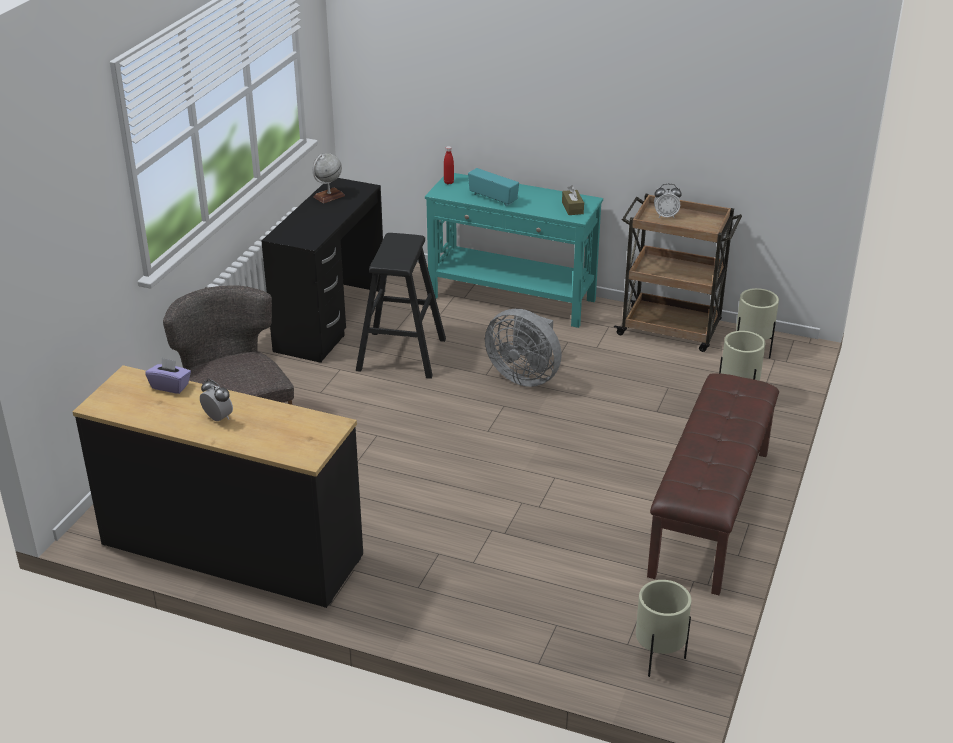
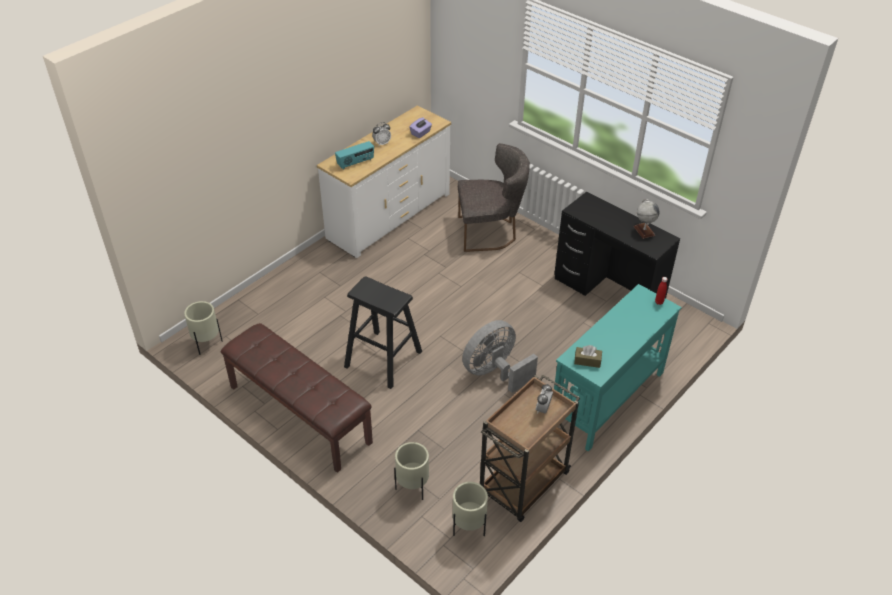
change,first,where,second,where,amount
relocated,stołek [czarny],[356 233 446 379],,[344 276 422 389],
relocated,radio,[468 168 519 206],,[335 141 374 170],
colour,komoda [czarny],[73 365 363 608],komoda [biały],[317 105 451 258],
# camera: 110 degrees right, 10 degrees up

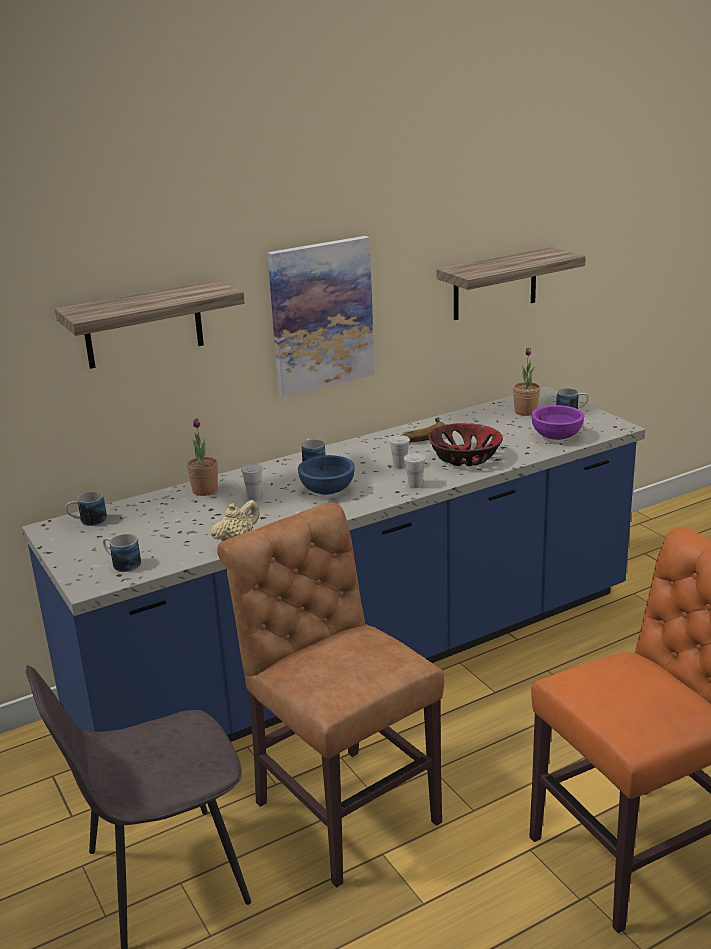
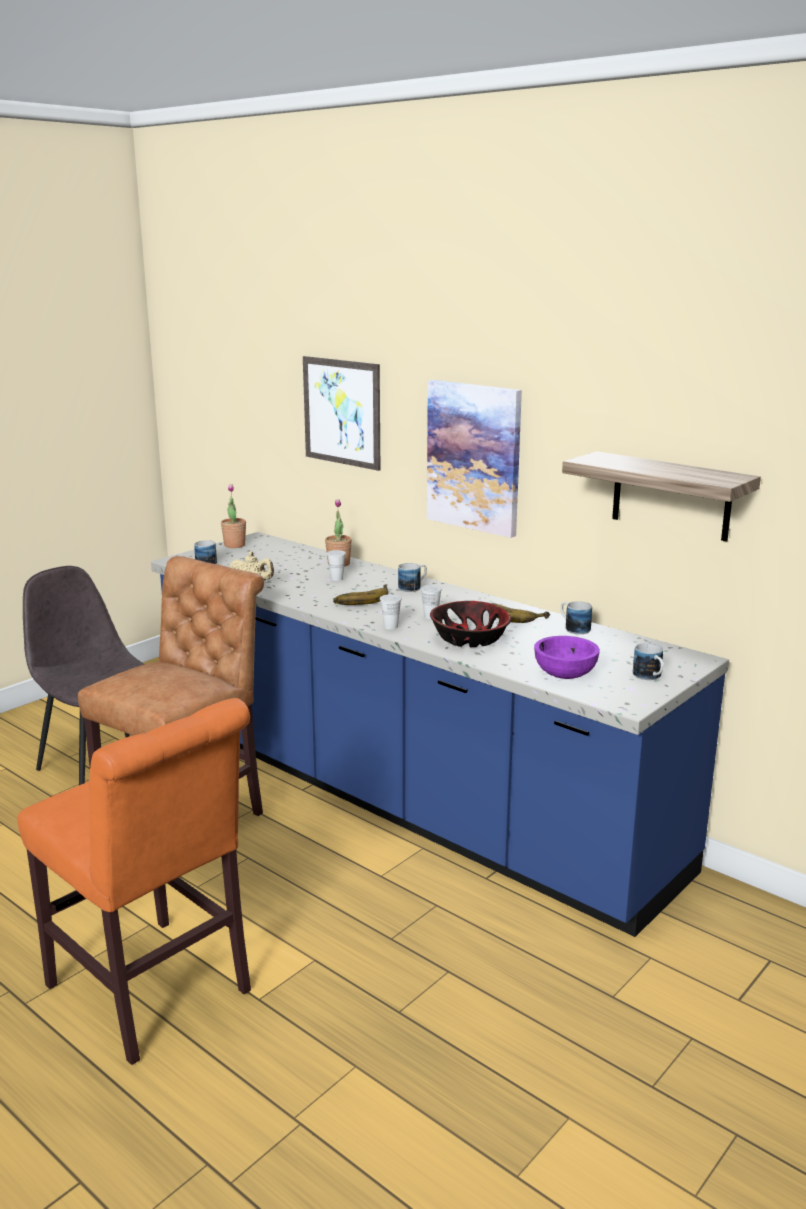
change,first,where,second,where,amount
relocated,kubek,[66 491 107 526],,[561 601 592 634],
relocated,roślina doniczkowa,[513 348 540 416],,[221 484 246 548],
exchanged,półka,[55 280 245 369],obraz,[303 356 380 471],
exchanged,miska [niebieski],[298 455 355 495],banan,[333 584 388 605],
# camera: 70 degrees right, 5 degrees down

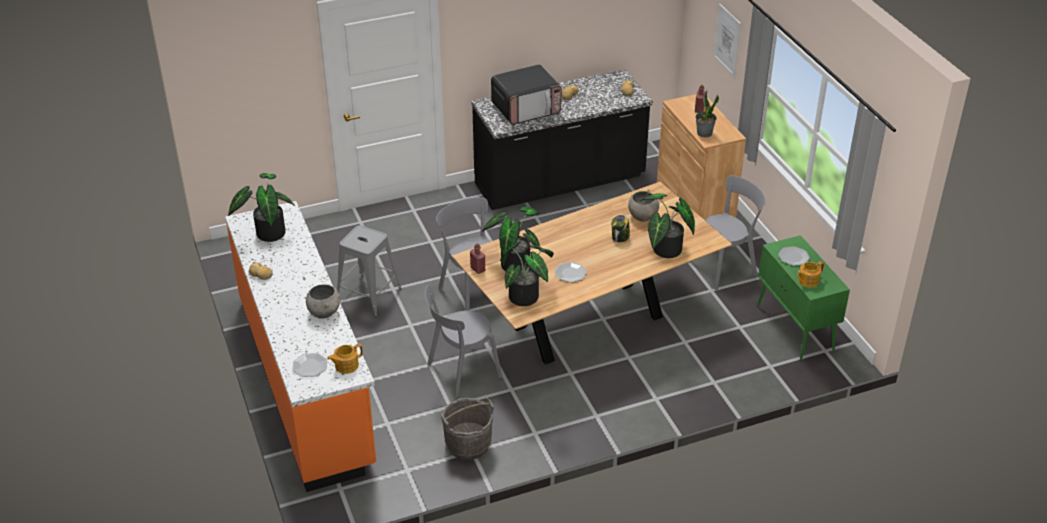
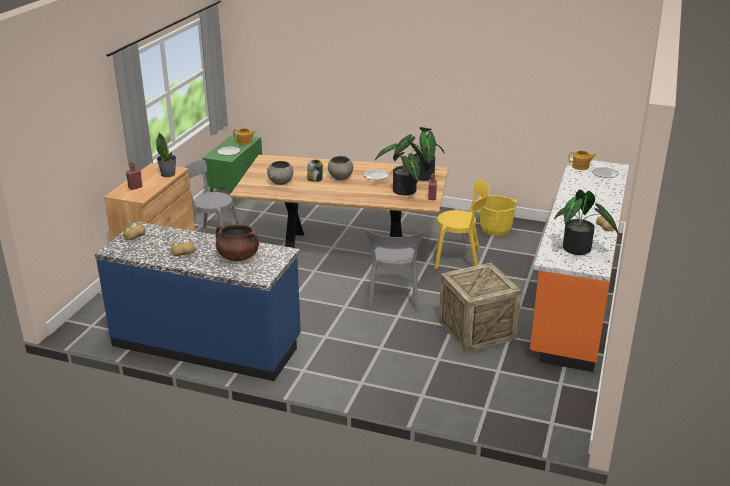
change,first,where,second,where,amount
missing,roślina doniczkowa,[639 194 695 258],,,
missing,obraz,[713 4 741 77],,,
relocated,miska [szary],[306 284 341 319],,[328 156 353 181],
exchanged,stołek [szary],[337 225 402 316],skrzynka,[438 262 521 352],
exchanged,mikrofalówka,[491 65 562 125],garnek [brązowy],[216 224 259 261],
colour,krzesło [szary],[425 285 502 398],krzesło [żółty],[435 179 490 269],
colour,wiadro [szary],[441 398 494 460],wiadro [żółty],[479 195 517 236],
colour,zabudowa kuchenna [czarny],[471 69 653 210],zabudowa kuchenna [niebieski],[95 221 301 381],
# camera: 140 degrees left, 10 degrees down

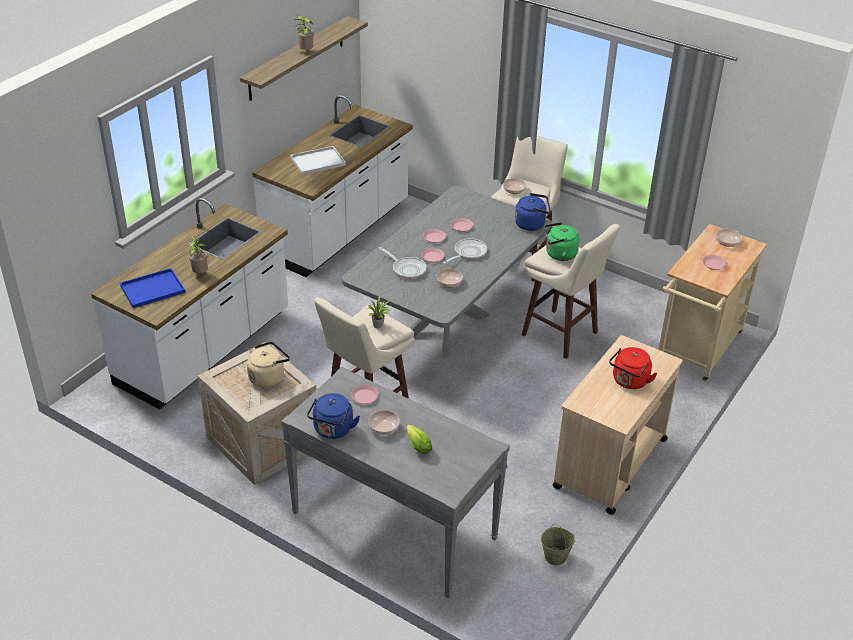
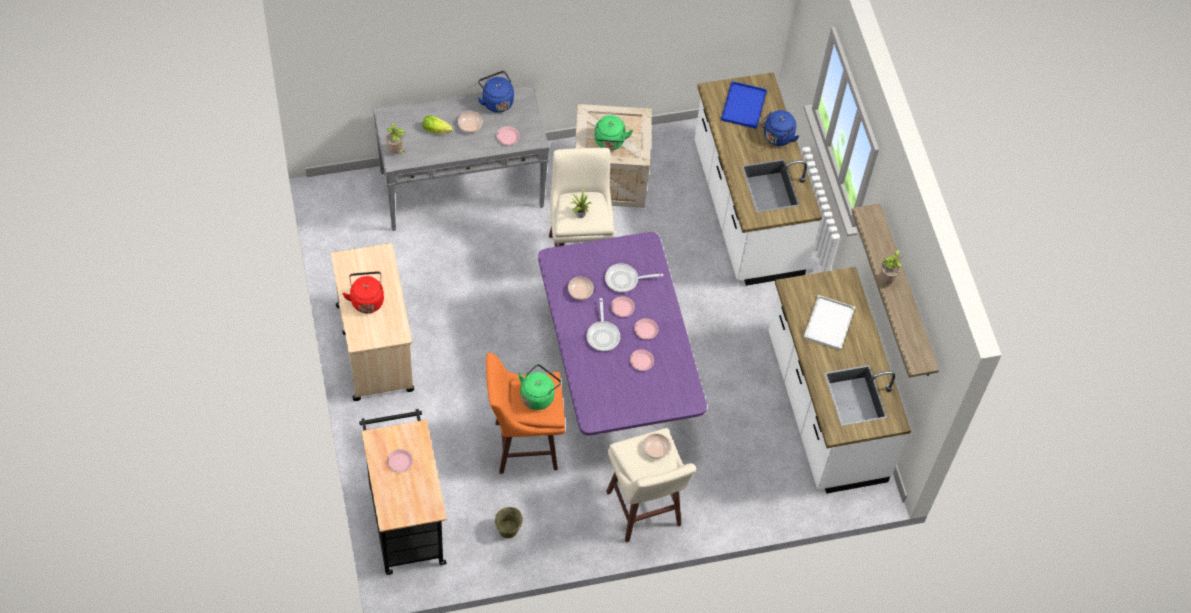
change,first,where,second,where,amount
missing,miska,[716 229 742 247],,,
relocated,roślina doniczkowa,[188 235 208 274],,[386 123 405 153],
relocated,czajnik [niebieski],[515 193 551 231],,[760 110 799 146],
relocated,wiadro [beżowy],[541 524 575 565],,[495 507 523 538],
colour,czajnik [beżowy],[247 341 290 388],czajnik [zielony],[595 115 633 150],
colour,stół jadalny [szary],[342 186 552 358],stół jadalny [fioletowy],[538 232 707 435],
colour,stołek [beżowy],[522 224 620 359],stołek [pomarańczowy],[486 353 565 474],
colour,wózek [beżowy],[658 224 767 382],wózek [czarny],[359 409 447 575],
# camera: 130 degrees right, 20 degrees up

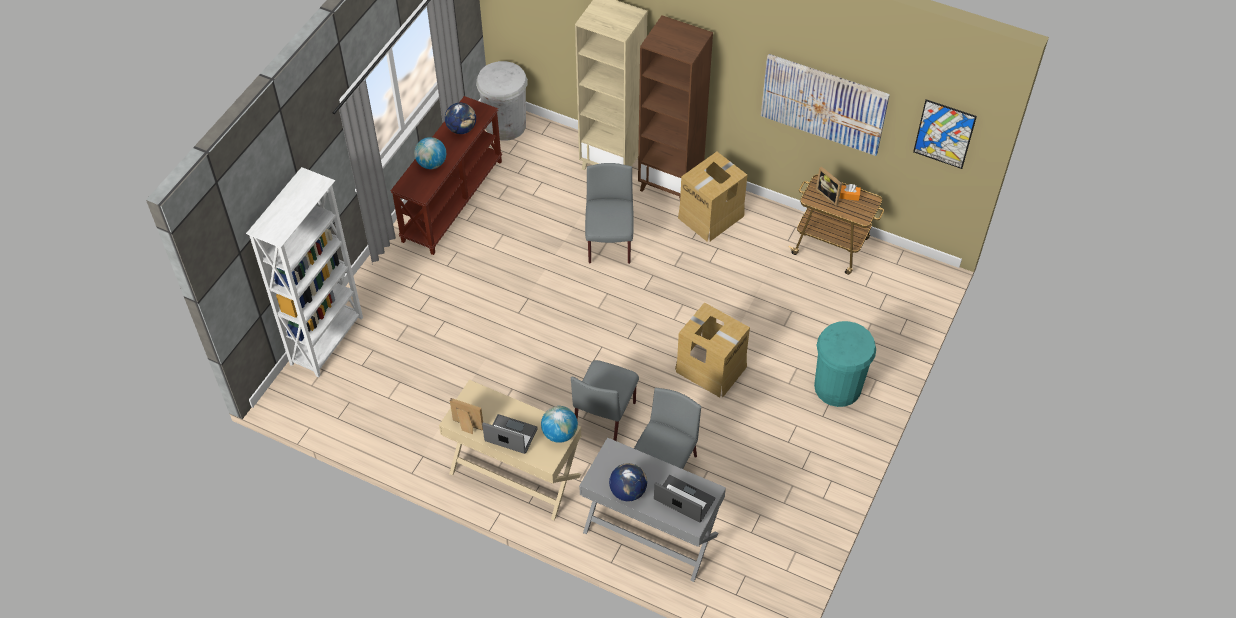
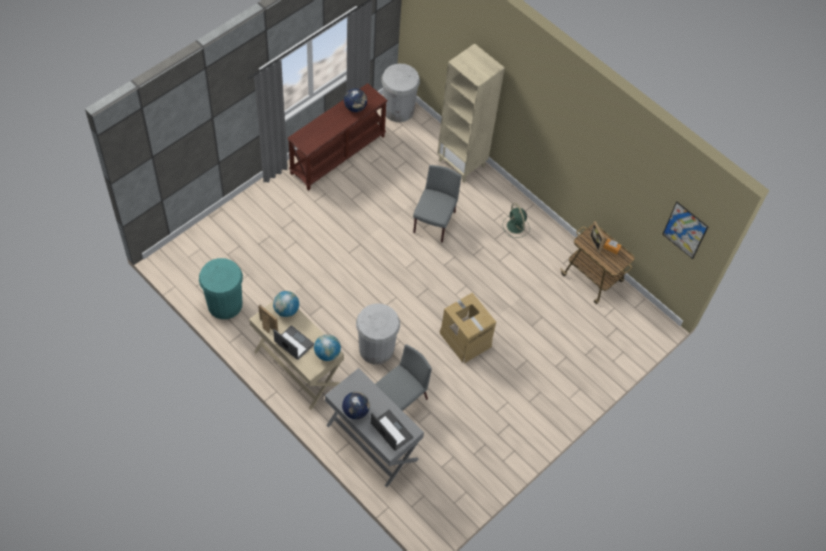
change,first,where,second,where,amount
missing,regał [biały],[246 167 363 377],,,
missing,regał [brązowy],[638 15 713 198],,,
missing,obraz,[761 54 890 156],,,
relocated,globus,[414 137 446 169],,[273 291 299 317],
relocated,kosz na śmieci [turkusowy],[814 321 876 407],,[199 258 243 319],
exchanged,krzesło [szary],[571 360 639 441],kosz na śmieci [biały],[356 303 400 365],
exchanged,karton,[678 152 747 242],wentylator [zielony],[503 203 530 238],
# camera: 15 degrees right, 5 degrees up

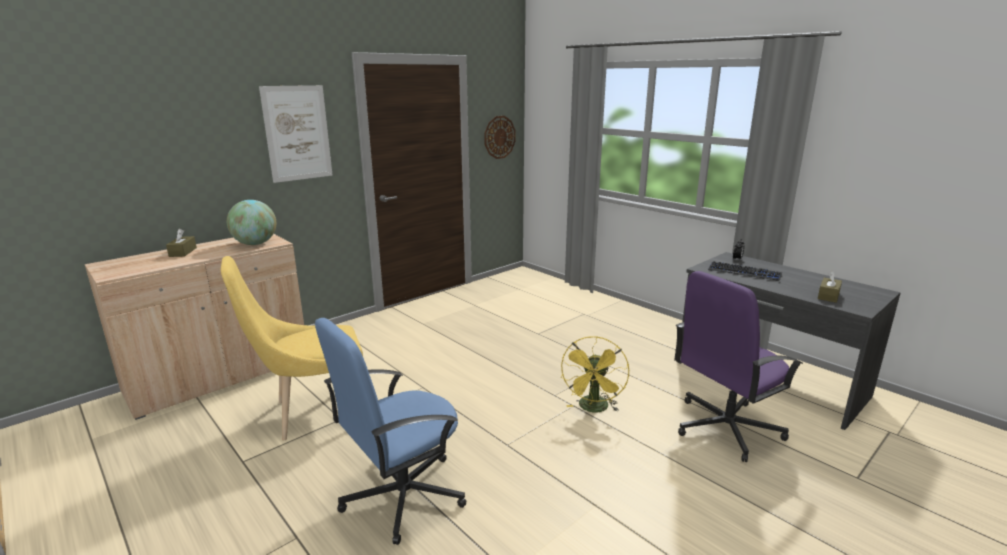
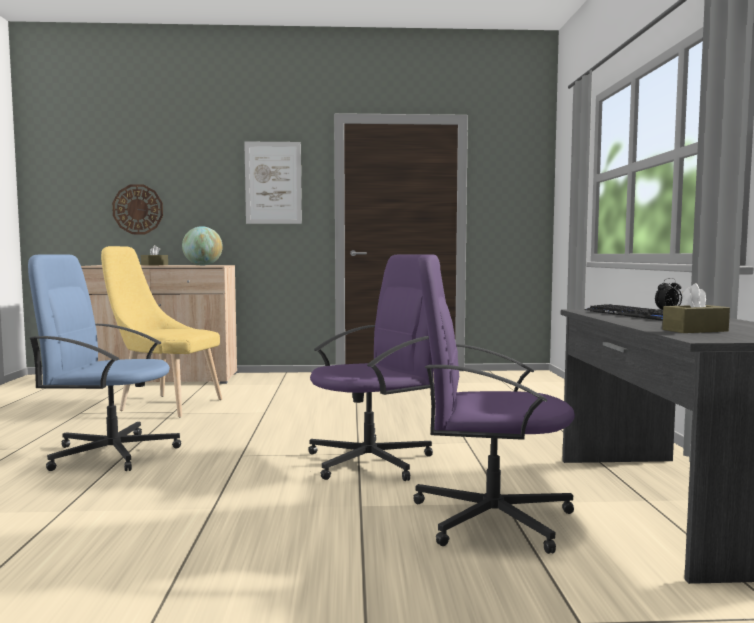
change,first,where,second,where,amount
relocated,zegar ścienny,[484 116 516 159],,[112 184 163 234],
exchanged,wentylator [żółty],[560 336 629 412],krzesło biurowe [fioletowy],[309 255 440 481],
# camera: 40 degrees right, 15 degrees down

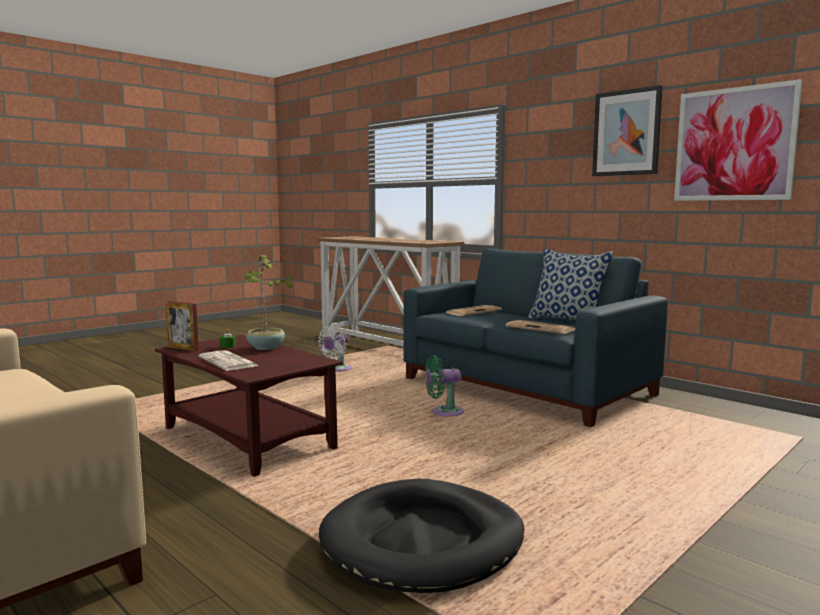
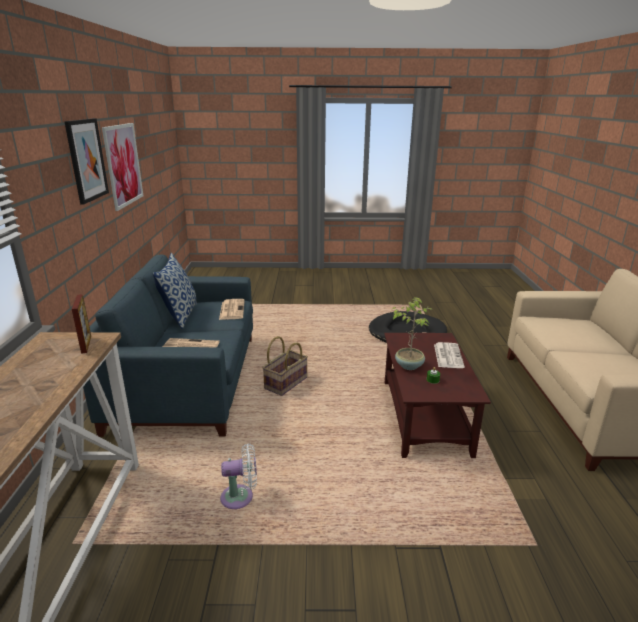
change,first,where,second,where,amount
relocated,ramka na zdjęcie,[166 301 199 351],,[72 294 91 354],
exchanged,wentylator [zielony],[425 356 464 417],koszyk,[262 336 308 396],
# camera: 135 degrees left, 15 degrees up

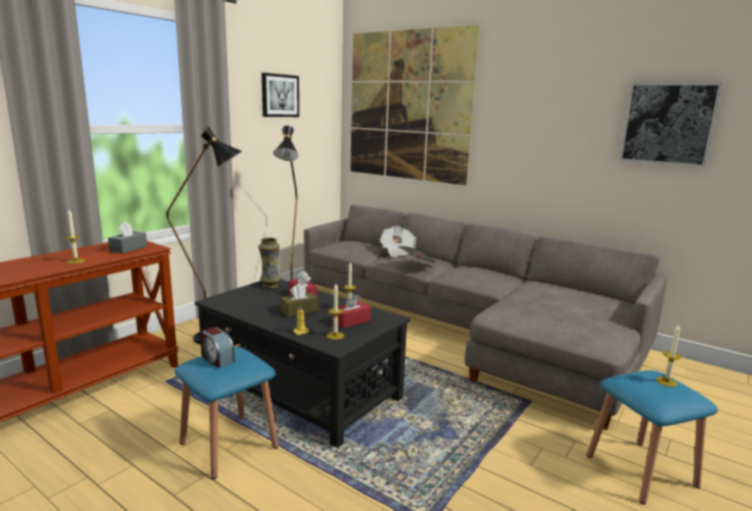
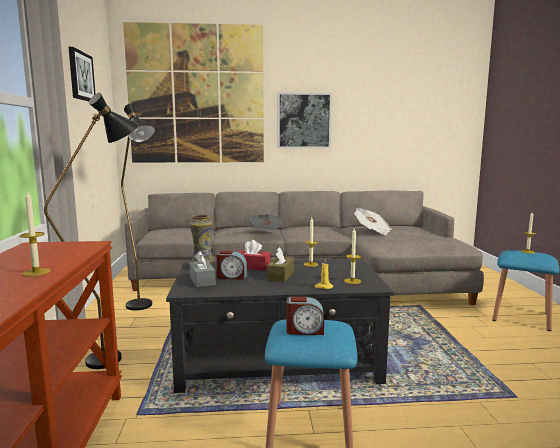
change,first,where,second,where,amount
missing,pudełko chusteczek [czerwony],[332 294 371 328],,,
appeared,,,budzik,[216 251 247 280],
relocated,pudełko chusteczek [szary],[108 222 147 254],,[190 251 216 287],
relocated,gazeta,[380 226 416 257],,[354 208 392 235],
relocated,obraz,[619 82 723 168],,[277 92 332 148],
# camera: 40 degrees left, 5 degrees down

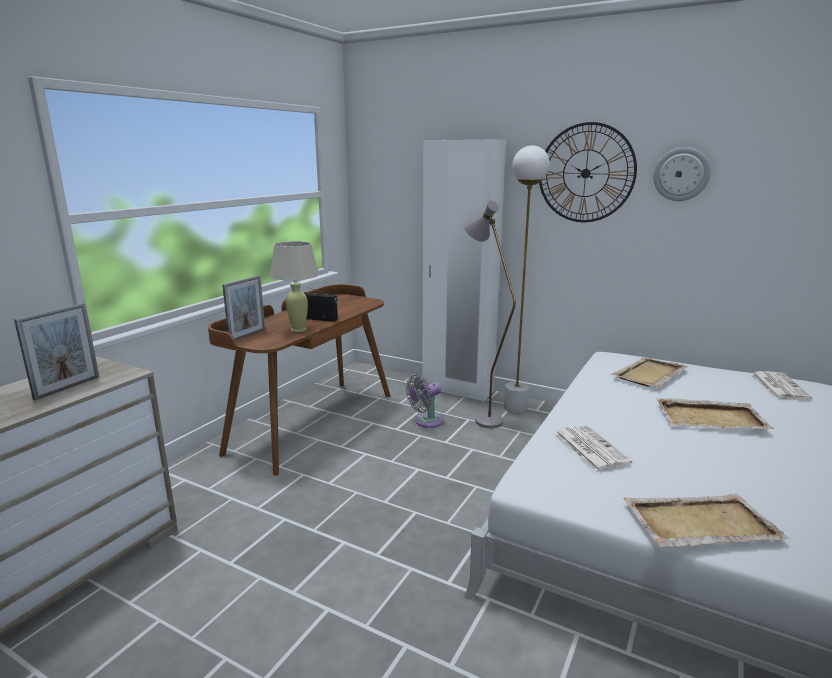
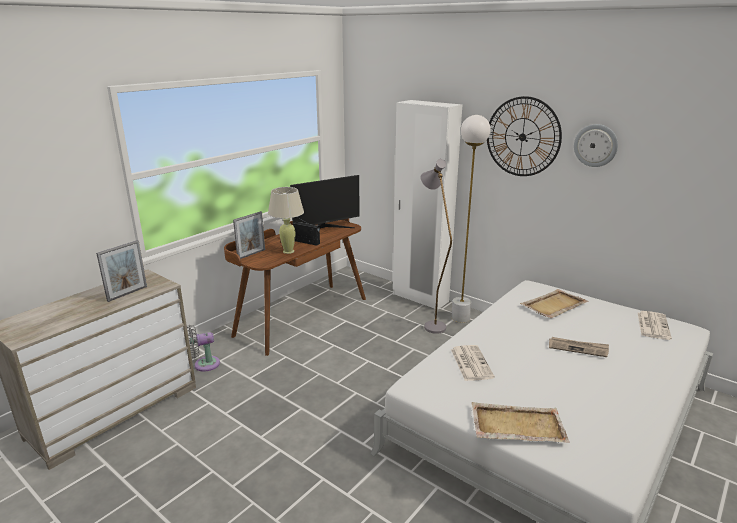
change,first,where,second,where,amount
appeared,,,monitor,[290 175 360 229],
relocated,wentylator [szary],[406 374 443 428],,[187 325 220 372],
exchanged,taca [beżowy],[656 398 774 429],gazeta,[549 337 609 357],
# camera: 10 degrees right, 5 degrees up

